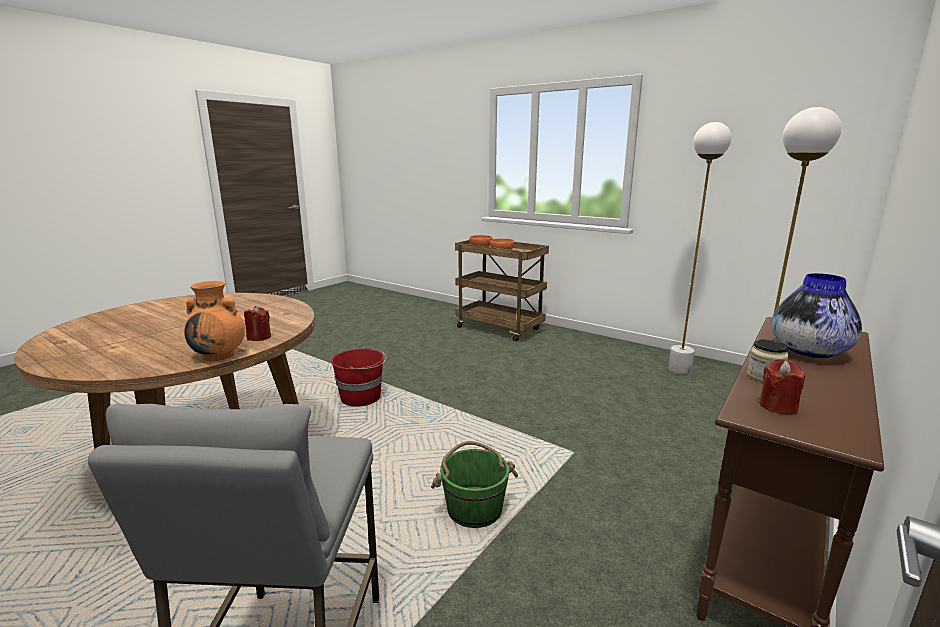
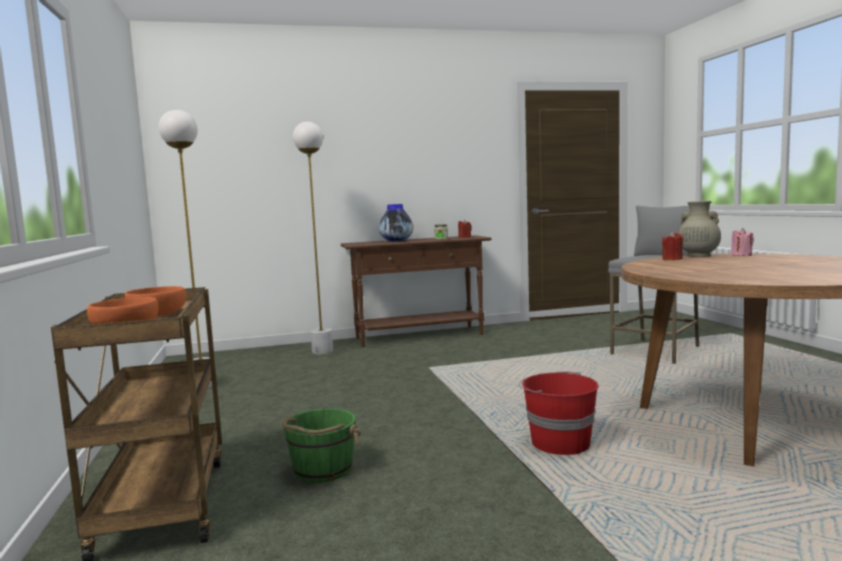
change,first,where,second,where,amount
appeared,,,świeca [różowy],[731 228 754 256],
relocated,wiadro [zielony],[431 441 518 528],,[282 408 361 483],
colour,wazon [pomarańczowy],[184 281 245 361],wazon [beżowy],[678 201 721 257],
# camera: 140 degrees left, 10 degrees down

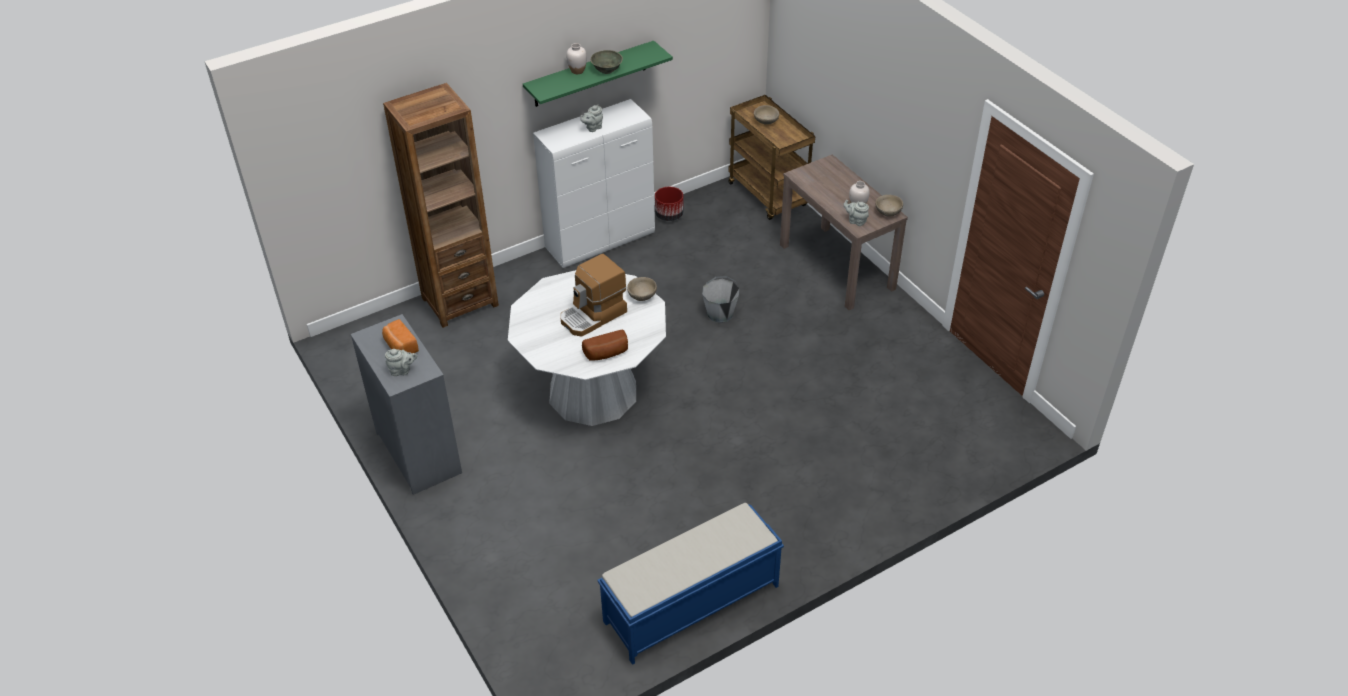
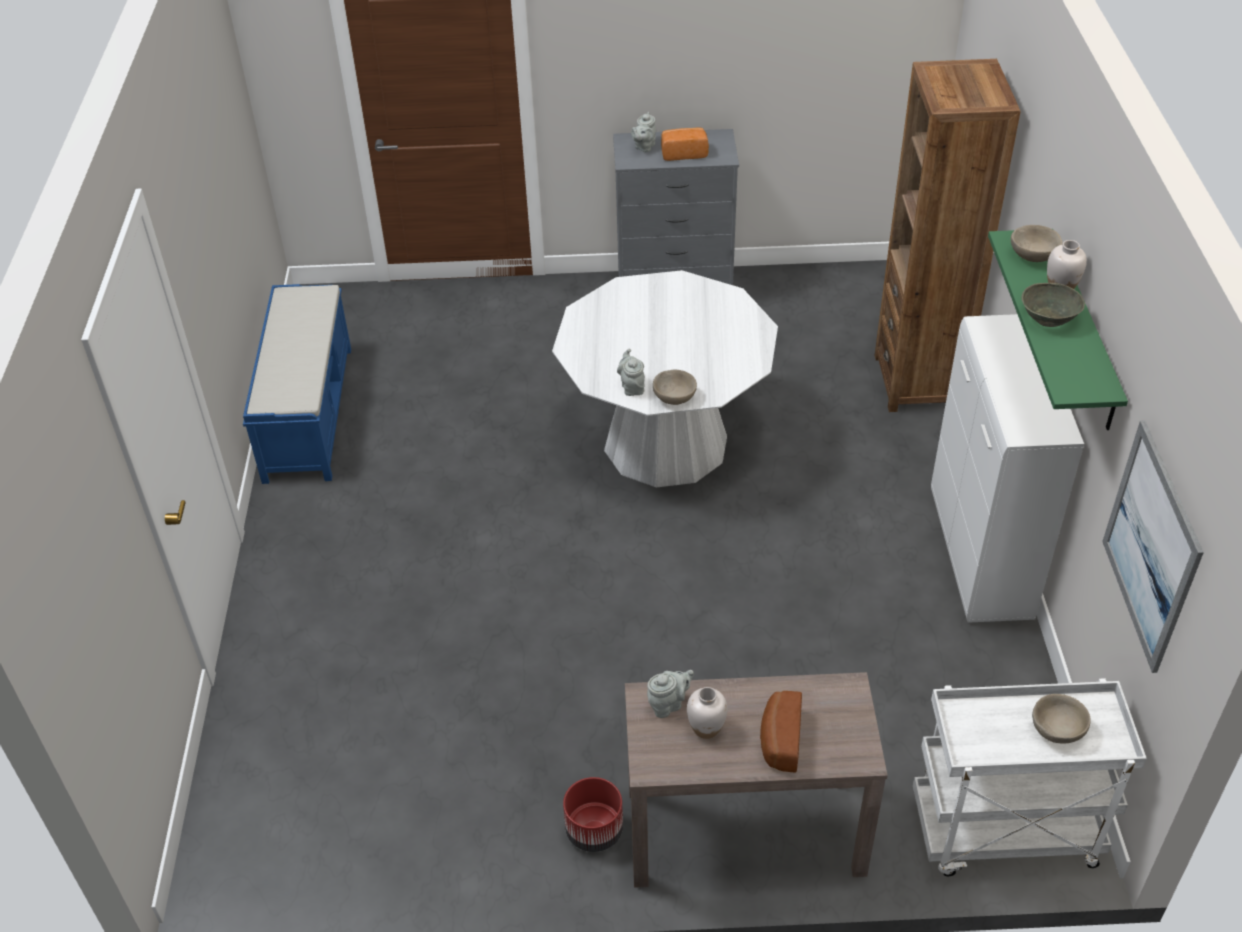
change,first,where,second,where,amount
missing,ekspres do kawy,[561 254 627 337],,,
missing,wiadro [szary],[702 276 739 323],,,
appeared,,,obraz,[1102 420 1204 673],
relocated,imbryk [szary],[581 105 603 132],,[617 348 645 396],
relocated,chleb,[582 330 628 361],,[760 691 802 773],
relocated,donica [czerwony],[655 187 683 221],,[563 777 623 852],
relocated,miska [beżowy],[875 195 903 217],,[1011 225 1062 262],
colour,wózek [brązowy],[728 95 815 220],wózek [biały],[913 678 1147 876],
# camera: 120 degrees right, 0 degrees up

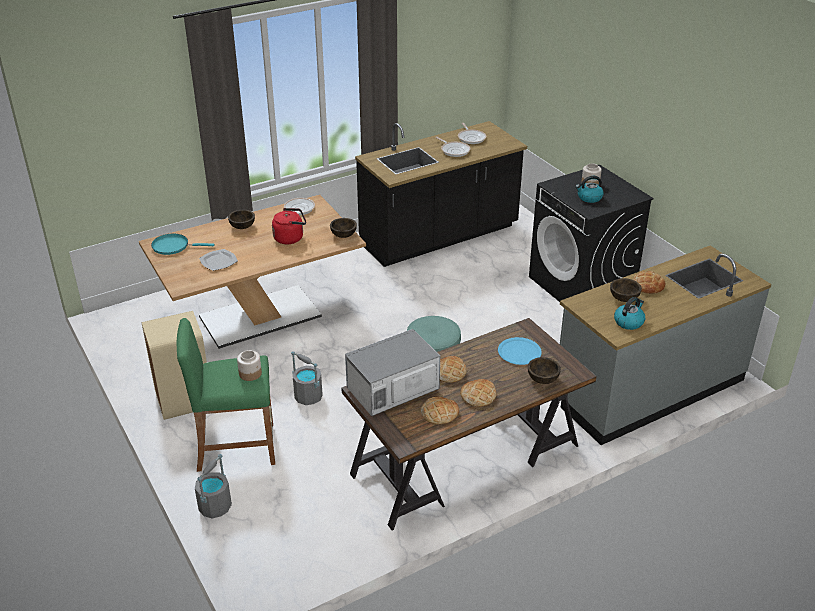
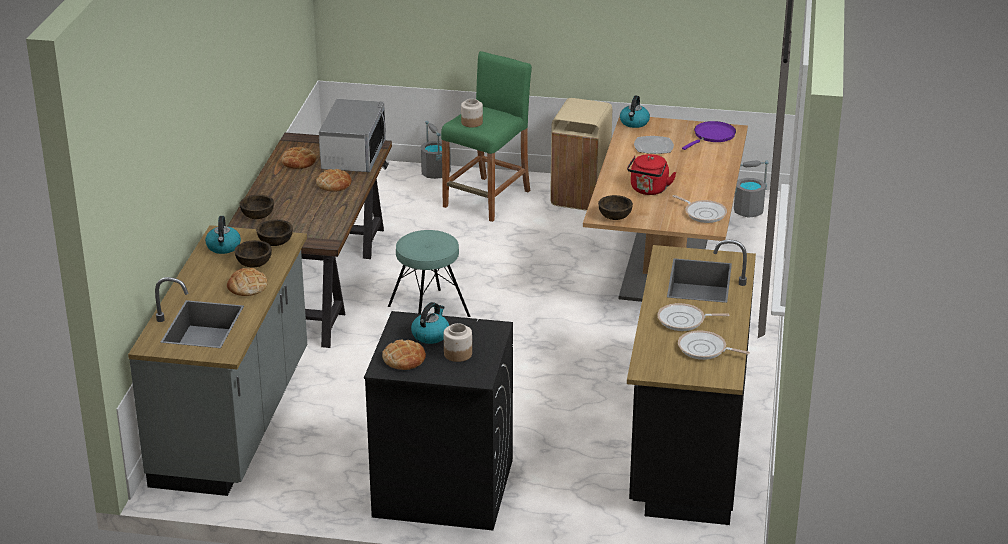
change,first,where,second,where,amount
missing,talerz [niebieski],[498 337 542 365],,,
appeared,,,czajnik,[620 95 650 128],
relocated,miska [brązowy],[228 210 255 229],,[256 220 293 246],
relocated,wiadro [szary],[291 351 323 405],,[734 161 769 218],
relocated,chleb,[460 379 496 407],,[382 340 426 370],
colour,patelnia [turkusowy],[151 233 214 255],patelnia [fioletowy],[682 121 736 150],
# camera: 130 degrees right, 5 degrees down

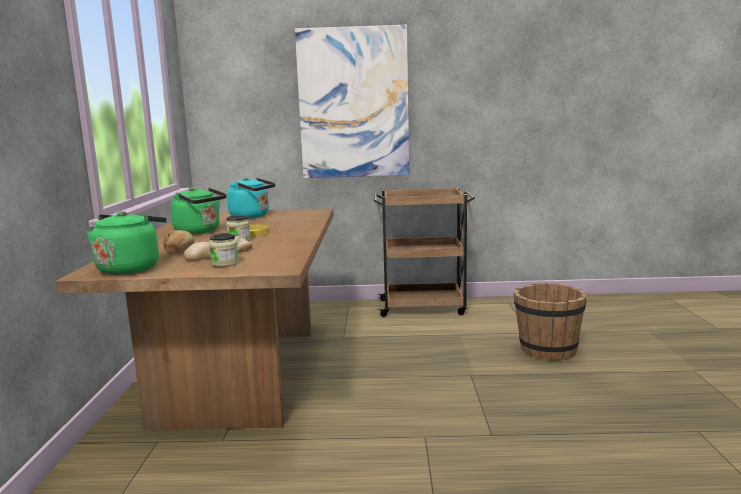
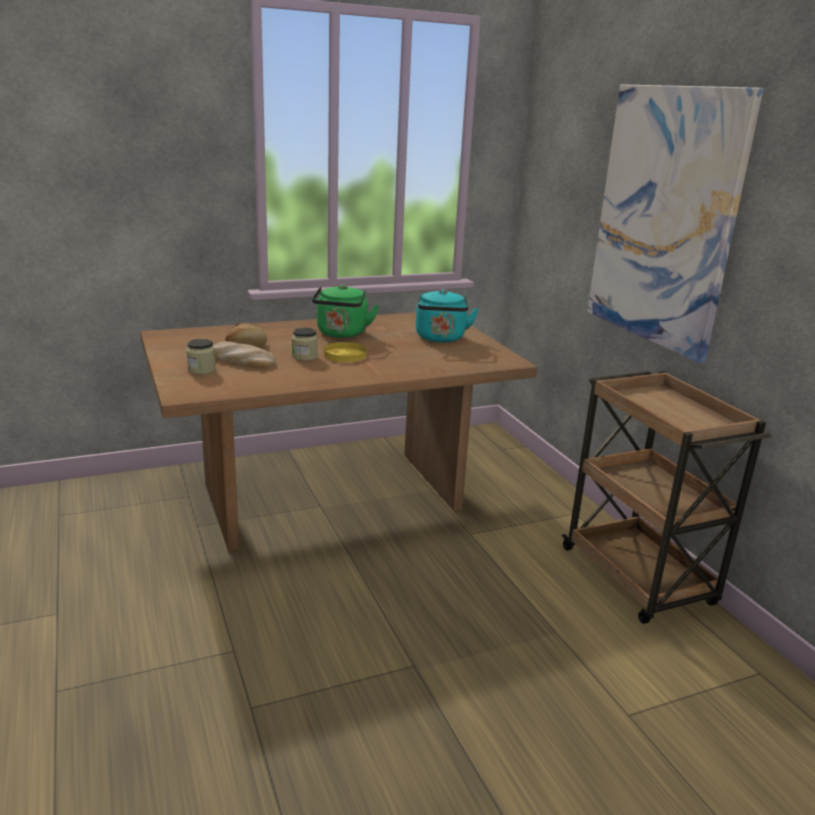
change,first,where,second,where,amount
missing,czajnik [zielony],[87 211 167 275],,,
missing,wiadro [brązowy],[514 283 587 361],,,
# camera: 65 degrees right, 10 degrees up

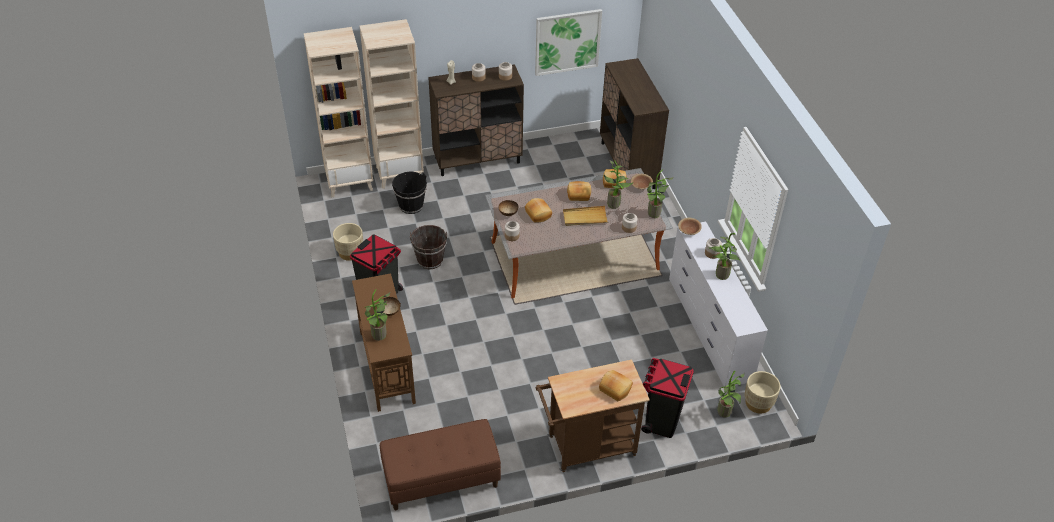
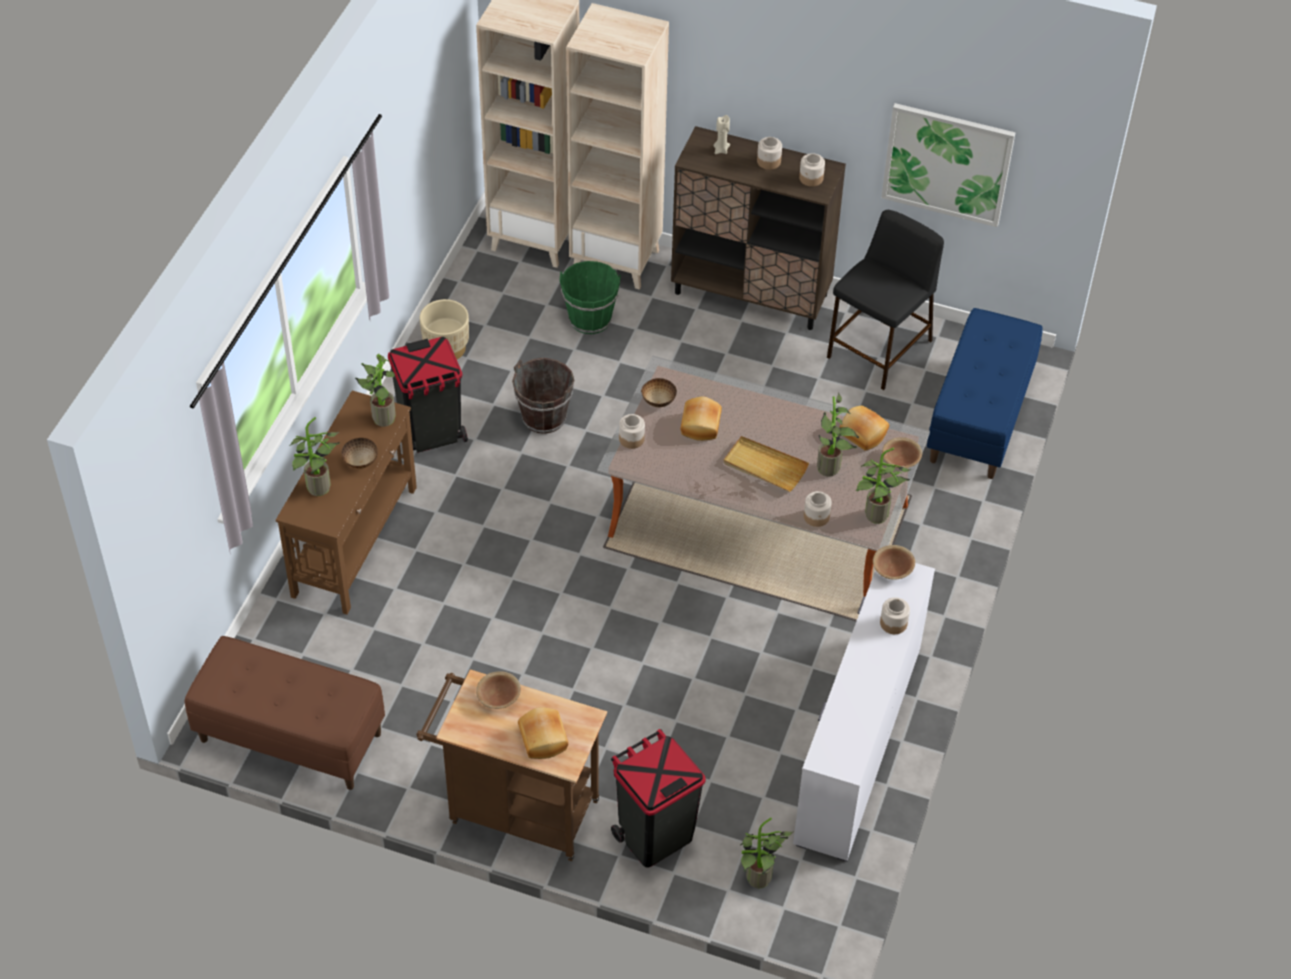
change,first,where,second,where,amount
missing,chleb,[567 181 591 201],,,
missing,donica [beżowy],[745 371 781 414],,,
appeared,,,miska [brązowy],[476 671 521 709],
appeared,,,stołek [czarny],[827 210 944 390],
relocated,roślina doniczkowa,[709 233 740 280],,[355 354 396 427],
exchanged,szafka [brązowy],[600 58 669 189],ławka [niebieski],[927 308 1043 479],
colour,wiadro [czarny],[392 171 427 214],wiadro [zielony],[559 261 621 334],
# camera: 35 degrees right, 5 degrees up

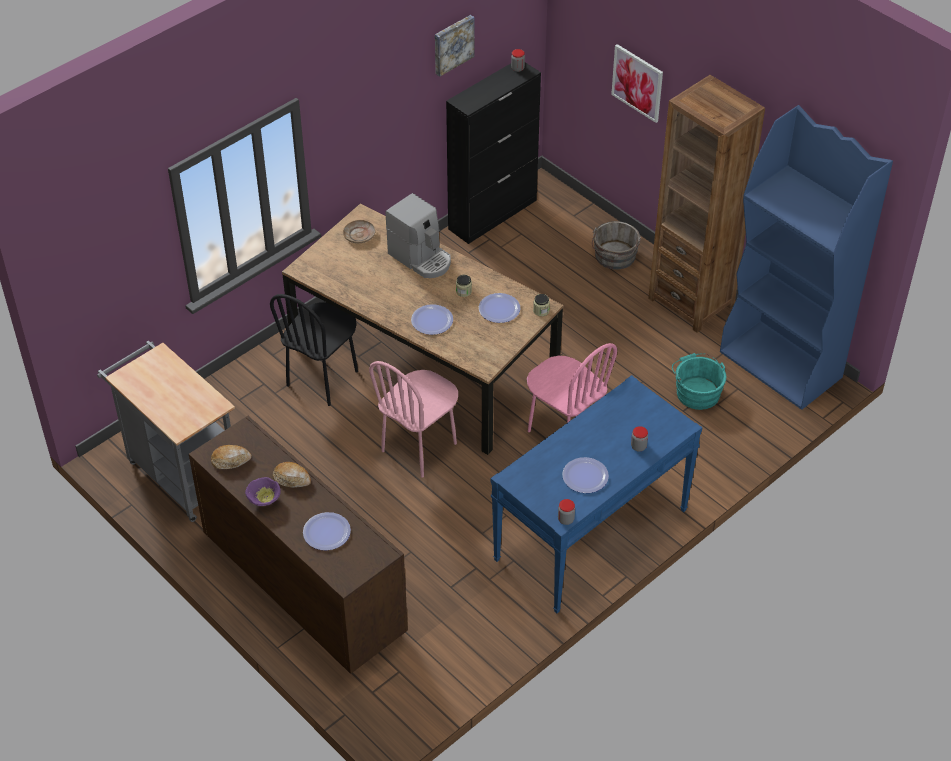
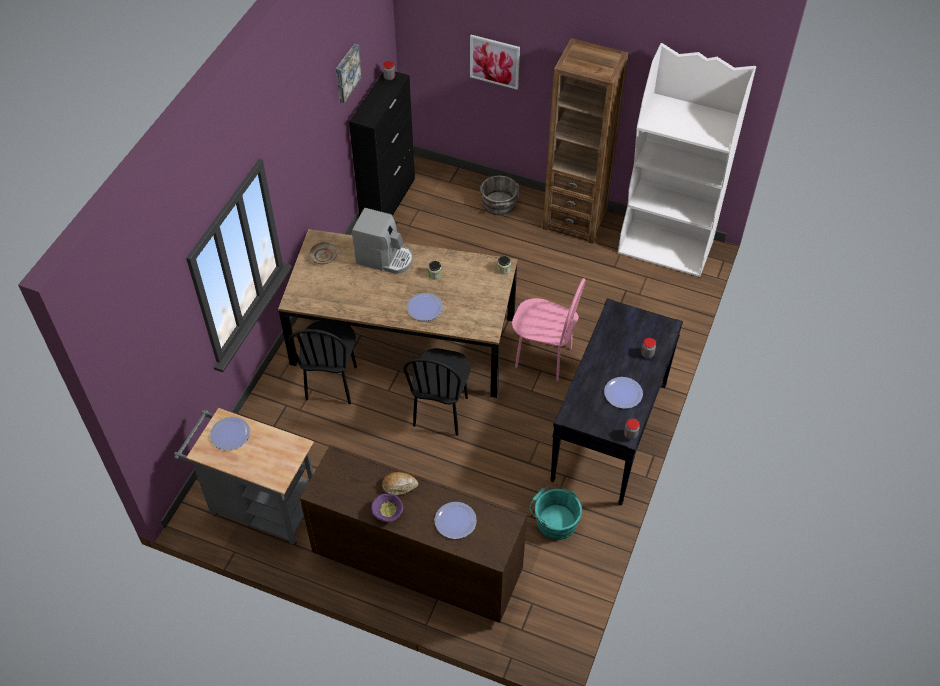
change,first,where,second,where,amount
missing,chleb,[211 445 252 469],,,
relocated,talerz,[479 293 520 323],,[210 417 250 450],
relocated,wiadro [turkusowy],[672 353 726 410],,[530 485 582 540],
colour,krzesło [różowy],[369 361 458 478],krzesło [czarny],[404 348 471 436],
colour,stolik konsolowy [niebieski],[490 375 703 613],stolik konsolowy [czarny],[550 298 683 506],
colour,regał [niebieski],[720 105 893 410],regał [biały],[618 43 756 277],
# camera: 25 degrees left, 5 degrees up

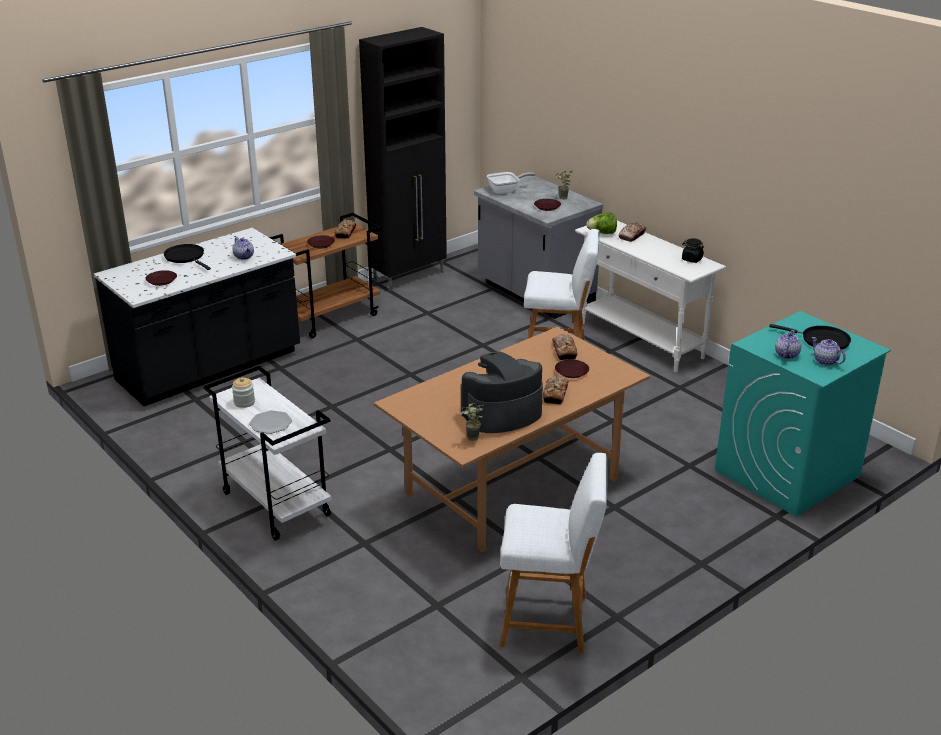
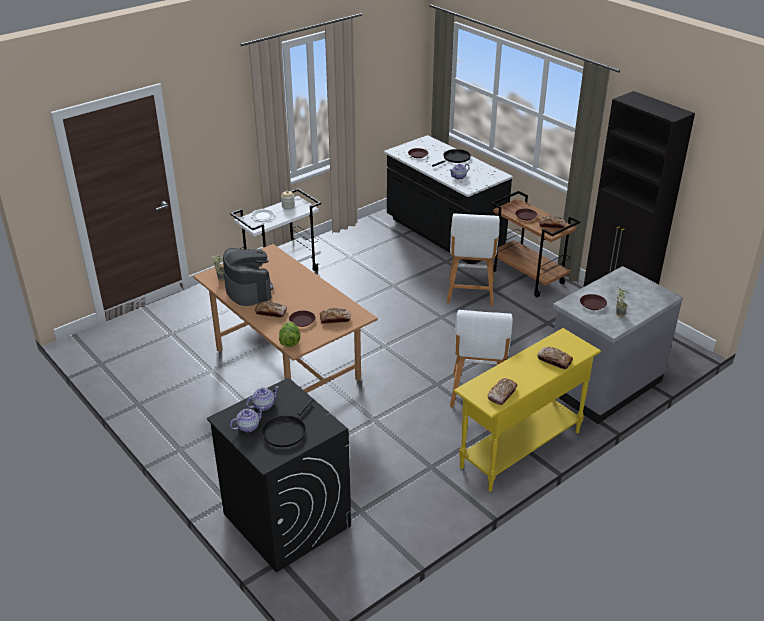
change,first,where,second,where,amount
missing,patelnia,[487 172 535 194],,,
relocated,stołek [biały],[499 453 608 654],,[447 213 500 306],
relocated,sałata,[586 213 617 234],,[279 321 300 347],
exchanged,słoik [czarny],[682 238 704 263],chleb,[487 378 517 405],
colour,stolik konsolowy [biały],[575 221 726 372],stolik konsolowy [żółty],[453 328 601 492],
colour,pralka [turkusowy],[715 311 891 517],pralka [czarny],[207 378 351 573],
spun,imbryk,[775 330 801 359],,[246 386 279 411],60 degrees counterclockwise
# camera: 90 degrees right, 5 degrees up

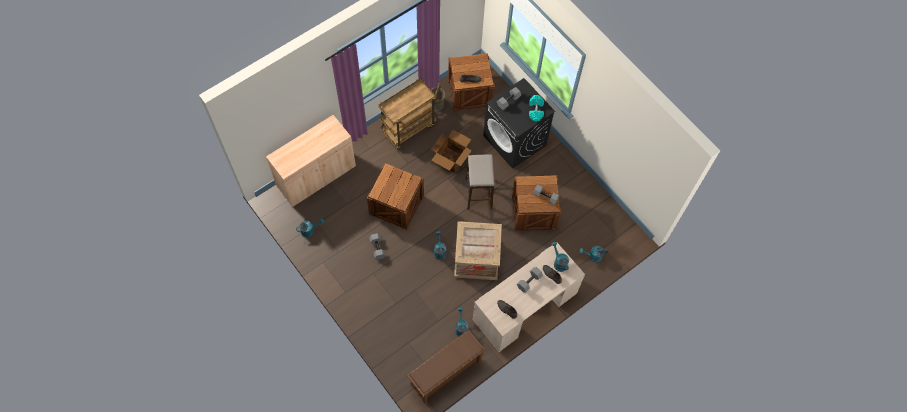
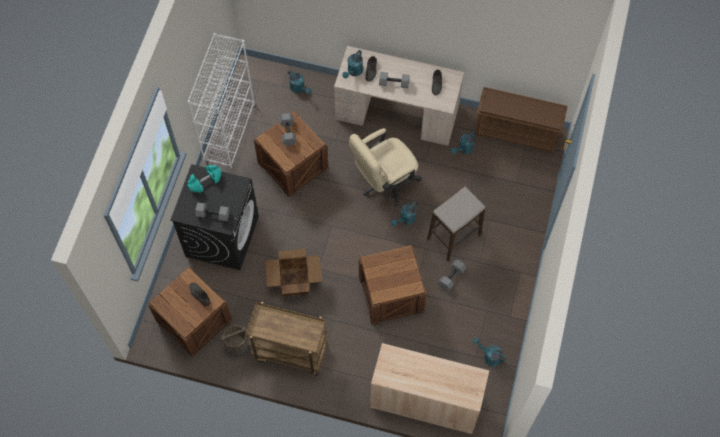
change,first,where,second,where,amount
appeared,,,regał [biały],[187 33 255 169],
relocated,stołek,[466 154 494 210],,[427 187 485 261],
exchanged,skrzynka,[454 221 502 280],krzesło biurowe [beżowy],[349 128 421 205],
# camera: 125 degrees left, 0 degrees up

